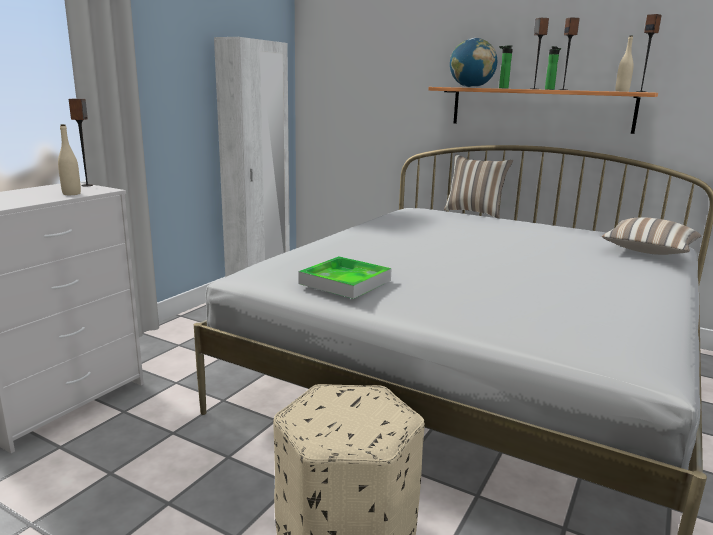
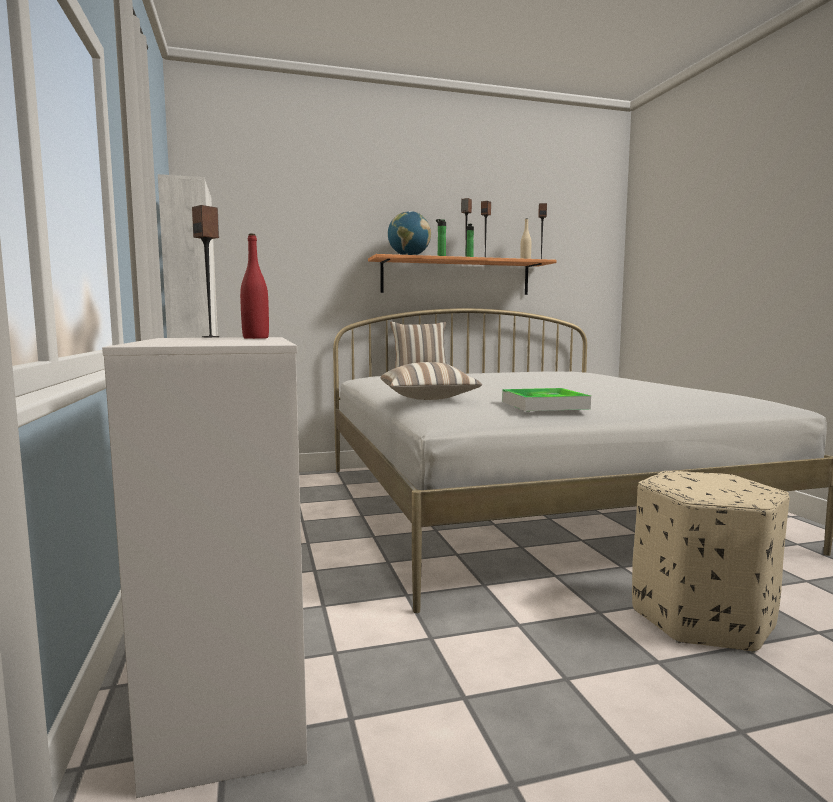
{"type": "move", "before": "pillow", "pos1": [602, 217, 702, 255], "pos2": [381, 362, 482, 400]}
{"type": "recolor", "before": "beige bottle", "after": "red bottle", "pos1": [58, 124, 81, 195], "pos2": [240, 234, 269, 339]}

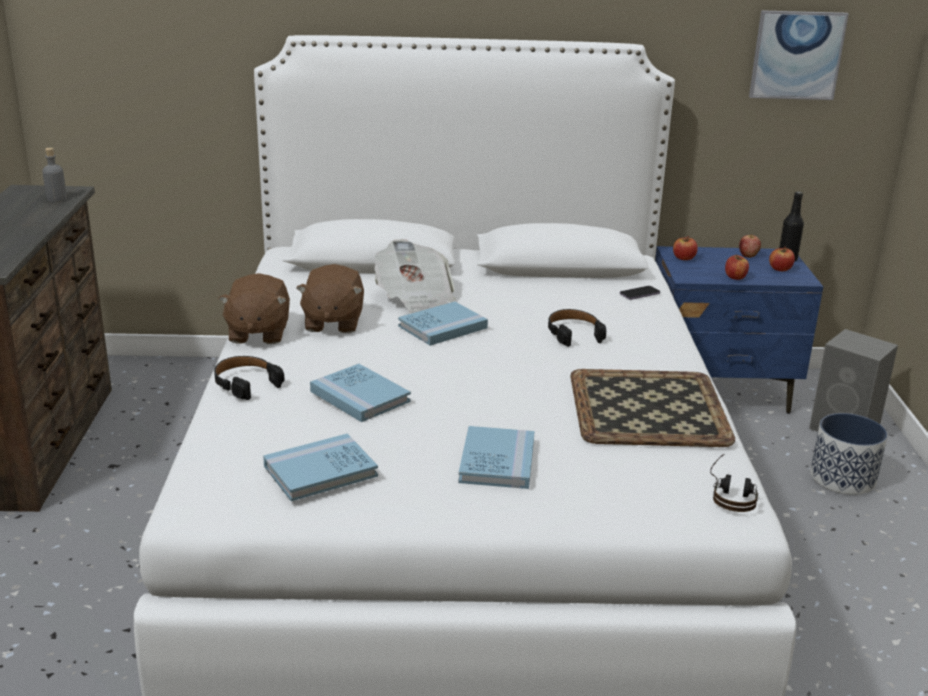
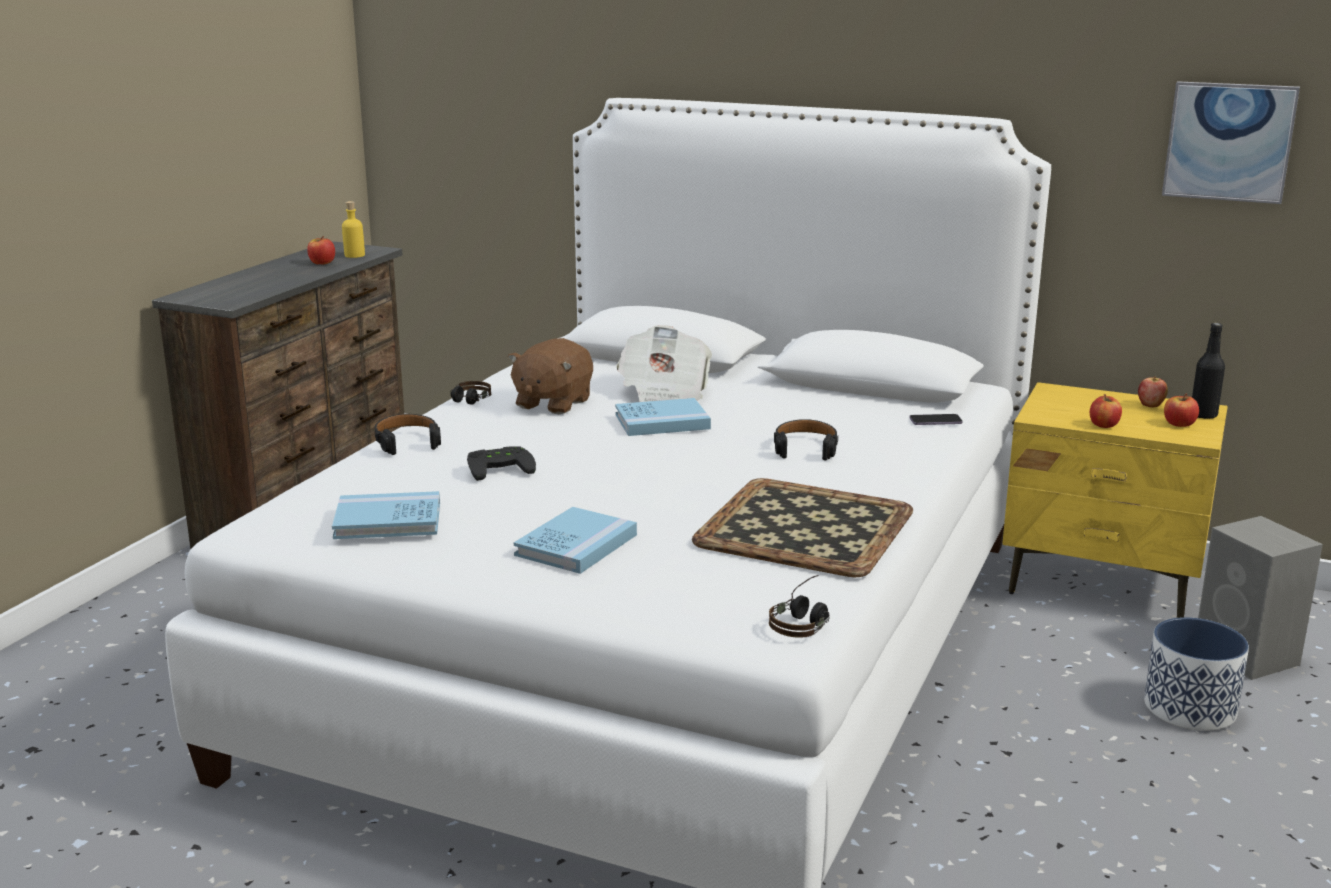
{"type": "move", "before": "apple", "pos1": [673, 236, 698, 260], "pos2": [307, 236, 335, 264]}
{"type": "replace", "before": "brown plush toy", "after": "headphones", "pos1": [218, 273, 290, 344], "pos2": [450, 381, 491, 405]}
{"type": "replace", "before": "blue book", "after": "black game controller", "pos1": [310, 364, 411, 422], "pos2": [467, 446, 536, 481]}
{"type": "recolor", "before": "grey bottle", "after": "yellow bottle", "pos1": [42, 148, 67, 202], "pos2": [342, 201, 365, 258]}
{"type": "recolor", "before": "blue nightstand", "after": "yellow nightstand", "pos1": [655, 246, 823, 414], "pos2": [1002, 382, 1228, 618]}

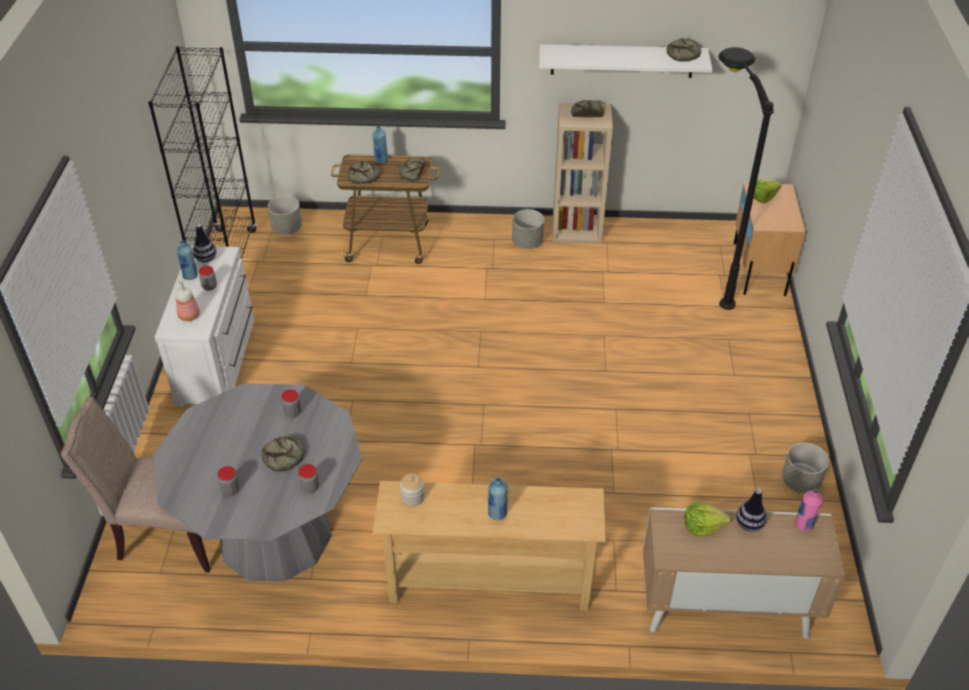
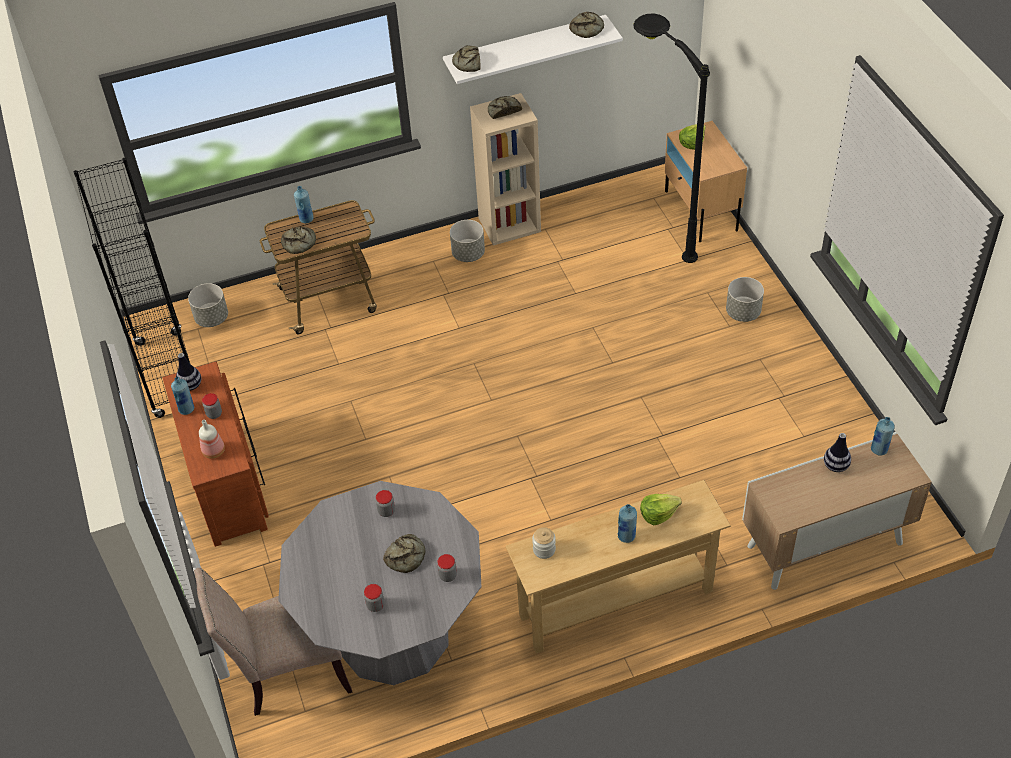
{"type": "move", "before": "bread", "pos1": [399, 157, 425, 181], "pos2": [452, 45, 481, 72]}
{"type": "move", "before": "lettuce", "pos1": [684, 503, 730, 536], "pos2": [640, 494, 682, 525]}
{"type": "move", "before": "grey planter", "pos1": [782, 443, 829, 493], "pos2": [726, 277, 764, 322]}
{"type": "recolor", "before": "white dresser", "after": "brown dresser", "pos1": [154, 246, 254, 407], "pos2": [163, 362, 269, 547]}
{"type": "recolor", "before": "pink bottle", "after": "blue bottle", "pos1": [795, 489, 823, 531], "pos2": [871, 417, 895, 456]}

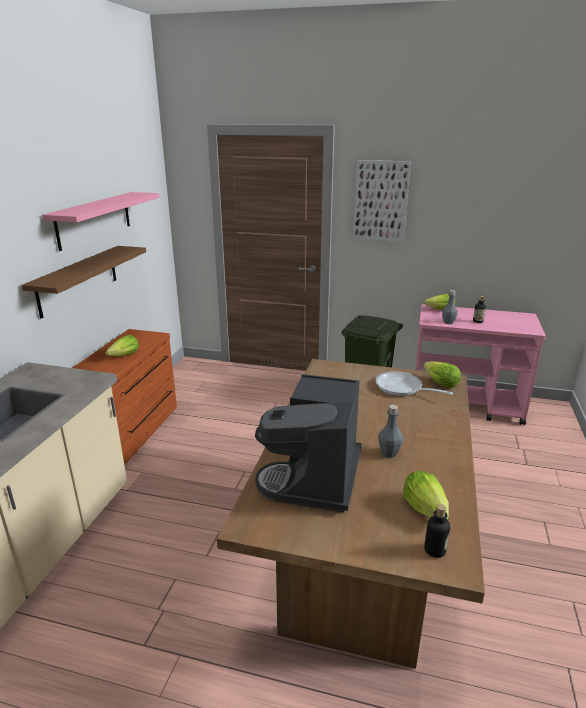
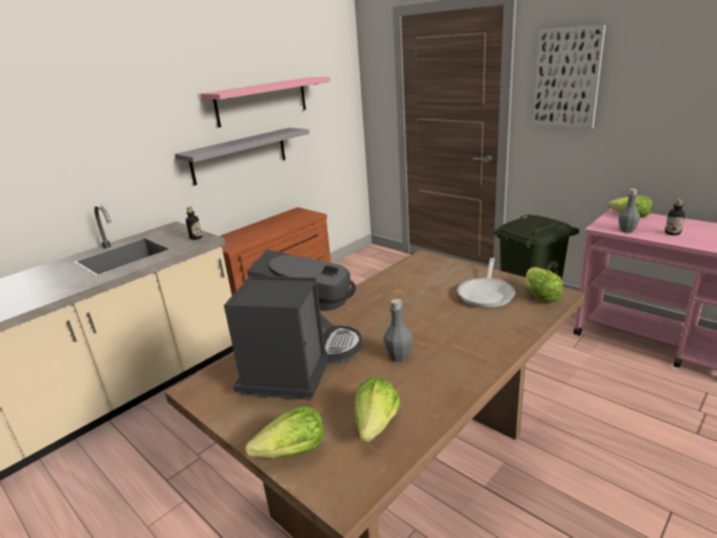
{"type": "move", "before": "lettuce", "pos1": [105, 335, 139, 356], "pos2": [245, 406, 324, 459]}
{"type": "move", "before": "bottle", "pos1": [424, 504, 450, 558], "pos2": [186, 207, 202, 240]}
{"type": "recolor", "before": "brown shelf", "after": "grey shelf", "pos1": [21, 246, 146, 319], "pos2": [175, 128, 309, 185]}
{"type": "rotate", "before": "coffee machine", "pos1": [255, 374, 362, 513], "pos2": [224, 249, 362, 400], "turn": 150}
{"type": "rotate", "before": "frying pan", "pos1": [376, 371, 453, 396], "pos2": [457, 258, 515, 308], "turn": -135}

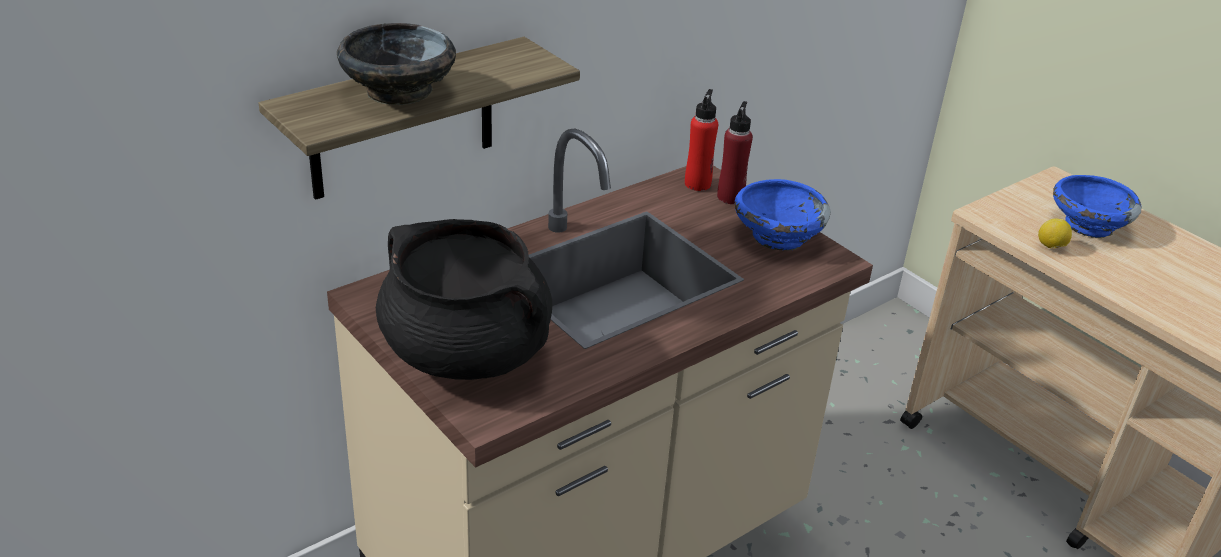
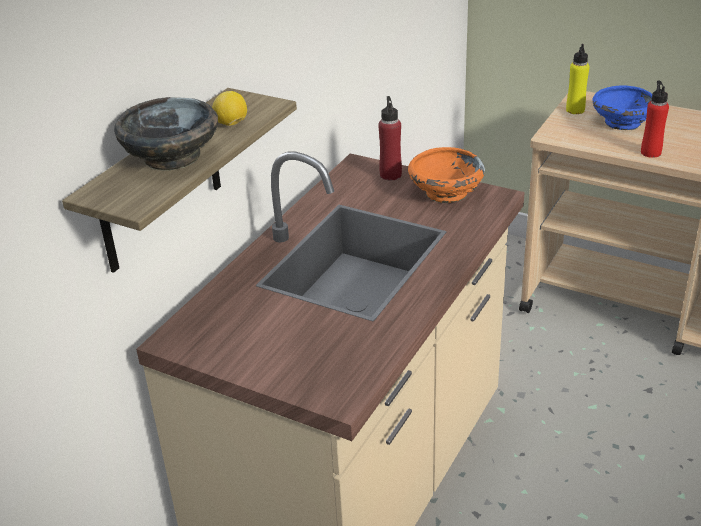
{"type": "delete", "before": "black cooking pot", "pos1": [376, 219, 552, 380]}
{"type": "insert", "after": "yellow bottle", "pos2": [566, 44, 590, 114]}
{"type": "move", "before": "red bottle", "pos1": [685, 89, 718, 191], "pos2": [641, 81, 669, 158]}
{"type": "move", "before": "lemon", "pos1": [1038, 218, 1072, 248], "pos2": [212, 91, 247, 126]}
{"type": "recolor", "before": "blue bowl", "after": "orange bowl", "pos1": [735, 179, 831, 251], "pos2": [408, 147, 485, 203]}

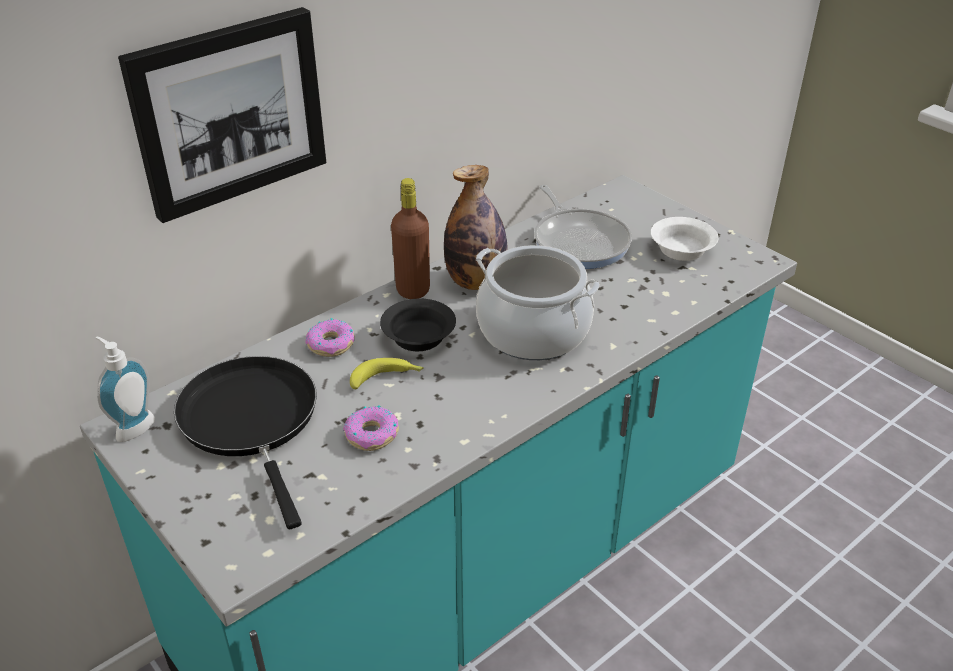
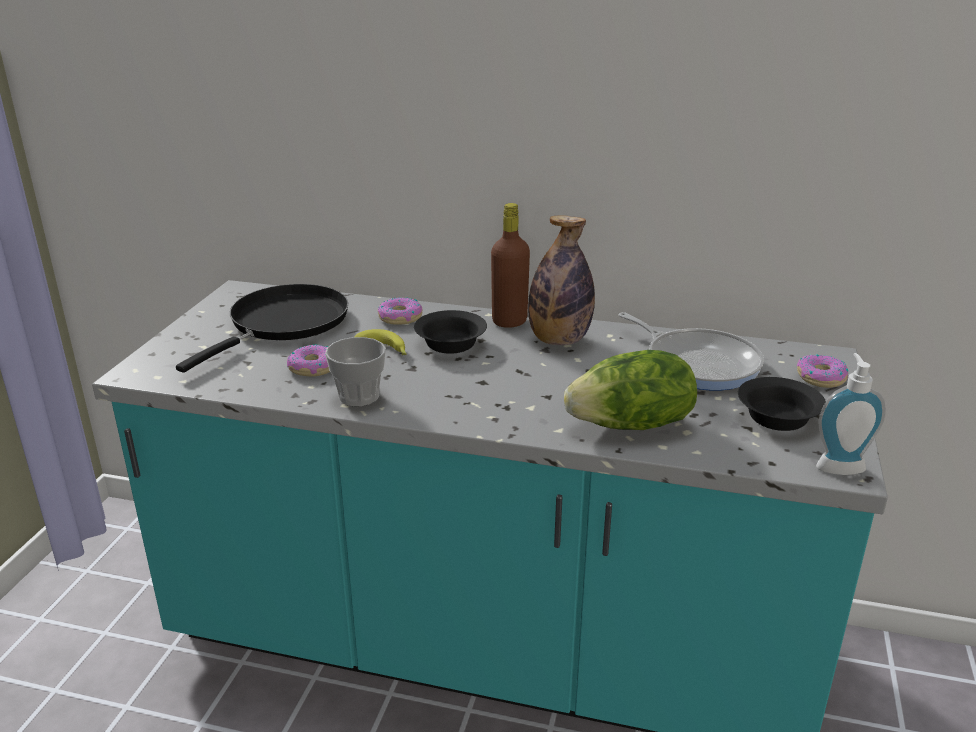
{"type": "delete", "before": "picture", "pos1": [118, 7, 326, 223]}
{"type": "delete", "before": "cooking pot", "pos1": [476, 245, 599, 360]}
{"type": "insert", "after": "cup", "pos2": [325, 337, 386, 406]}
{"type": "insert", "after": "lettuce", "pos2": [564, 350, 697, 430]}
{"type": "insert", "after": "donut", "pos2": [797, 354, 848, 388]}
{"type": "move", "before": "soap dispenser", "pos1": [95, 336, 155, 442], "pos2": [816, 353, 886, 475]}
{"type": "recolor", "before": "white bowl", "after": "black bowl", "pos1": [651, 217, 719, 261], "pos2": [738, 377, 826, 431]}
{"type": "rotate", "before": "frying pan", "pos1": [534, 185, 632, 269], "pos2": [618, 312, 764, 391], "turn": -75}

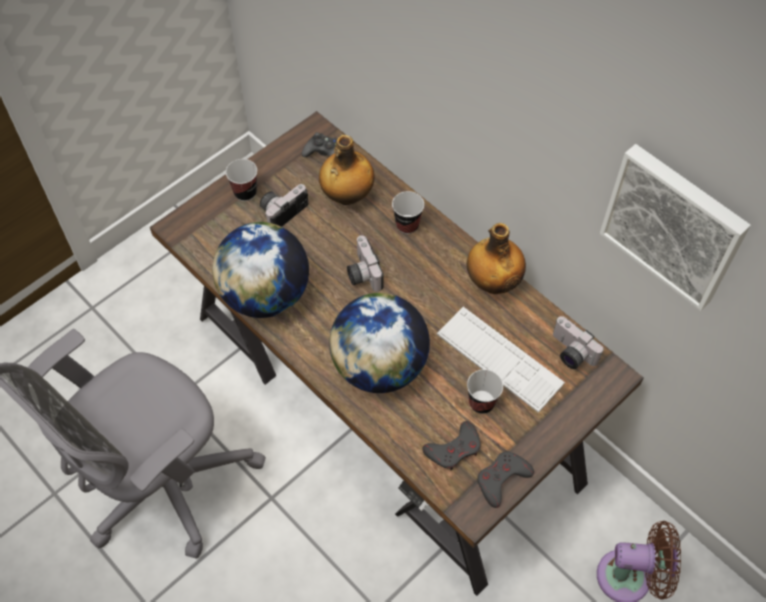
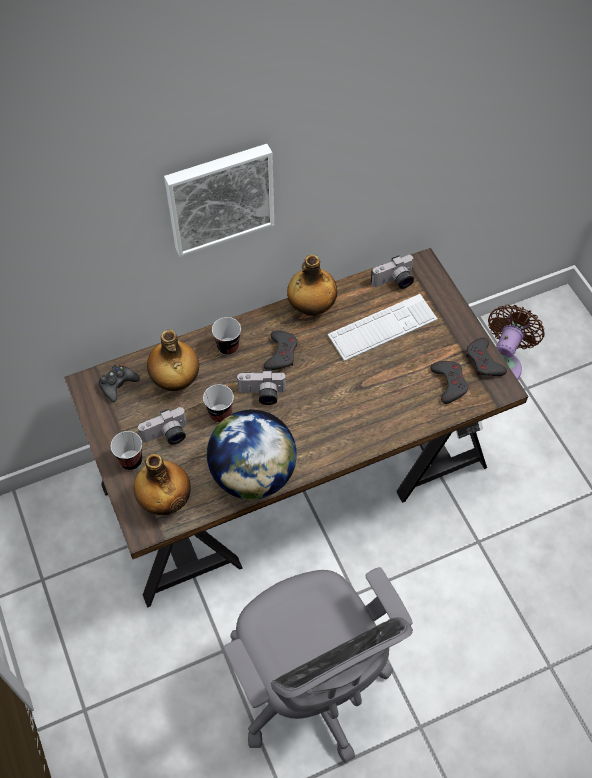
{"type": "delete", "before": "globe", "pos1": [329, 293, 430, 393]}
{"type": "insert", "after": "bottle", "pos2": [134, 454, 191, 515]}
{"type": "insert", "after": "grey game controller", "pos2": [264, 330, 298, 370]}
{"type": "move", "before": "cup", "pos1": [467, 369, 503, 414], "pos2": [203, 384, 234, 423]}
{"type": "move", "before": "picture", "pos1": [600, 144, 751, 311], "pos2": [164, 144, 274, 257]}
{"type": "rotate", "before": "photo camera", "pos1": [260, 184, 308, 227], "pos2": [138, 407, 187, 445], "turn": -90}

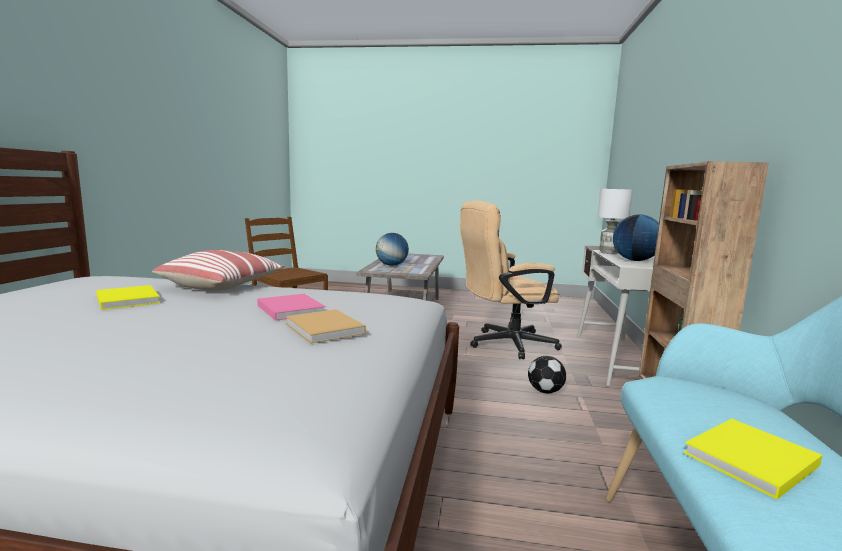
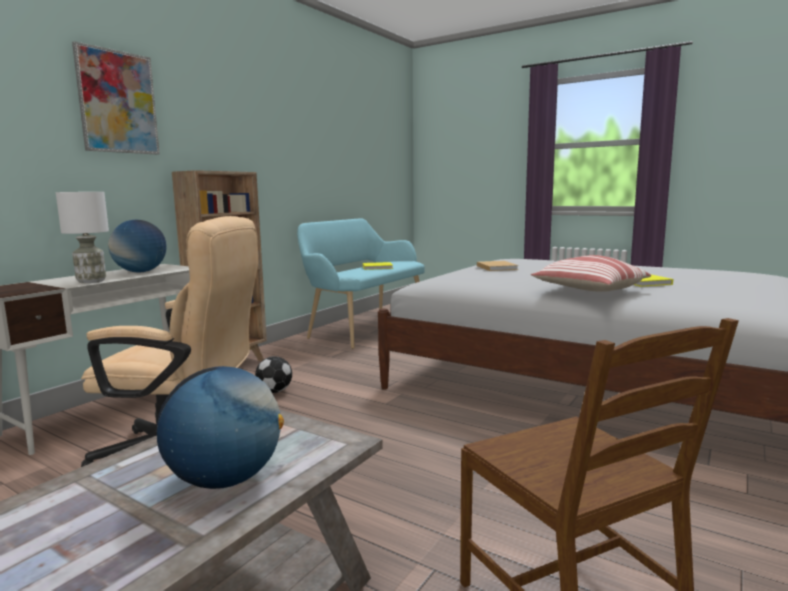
{"type": "delete", "before": "pink book", "pos1": [257, 294, 326, 321]}
{"type": "insert", "after": "picture", "pos2": [72, 41, 160, 155]}

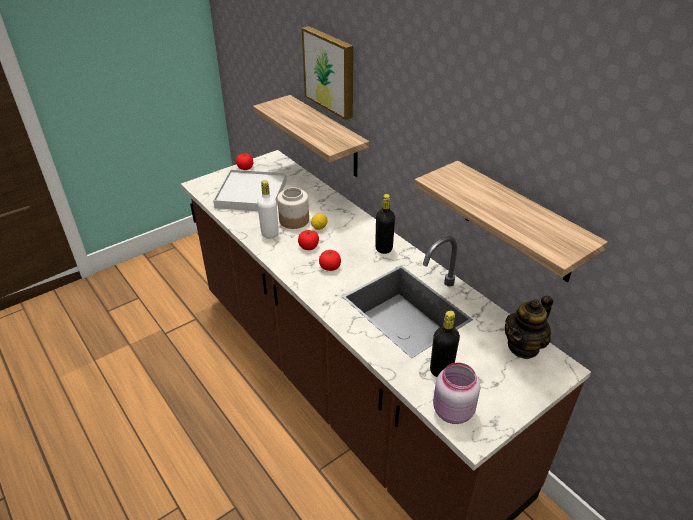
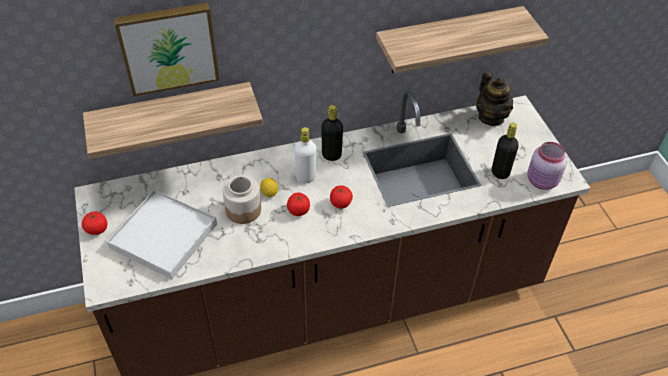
{"type": "move", "before": "white bottle", "pos1": [257, 180, 279, 238], "pos2": [294, 127, 317, 183]}

